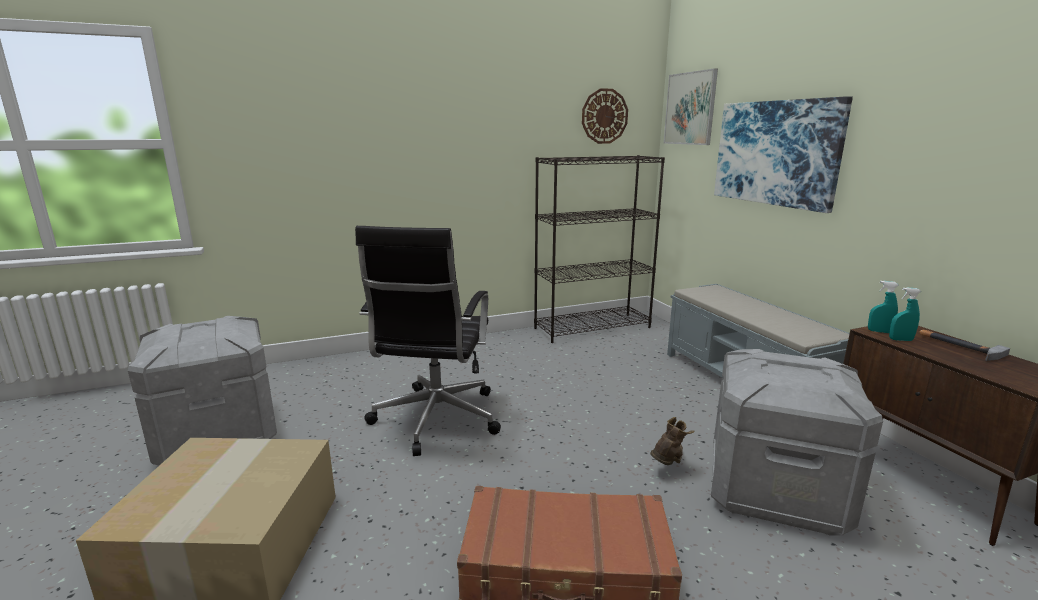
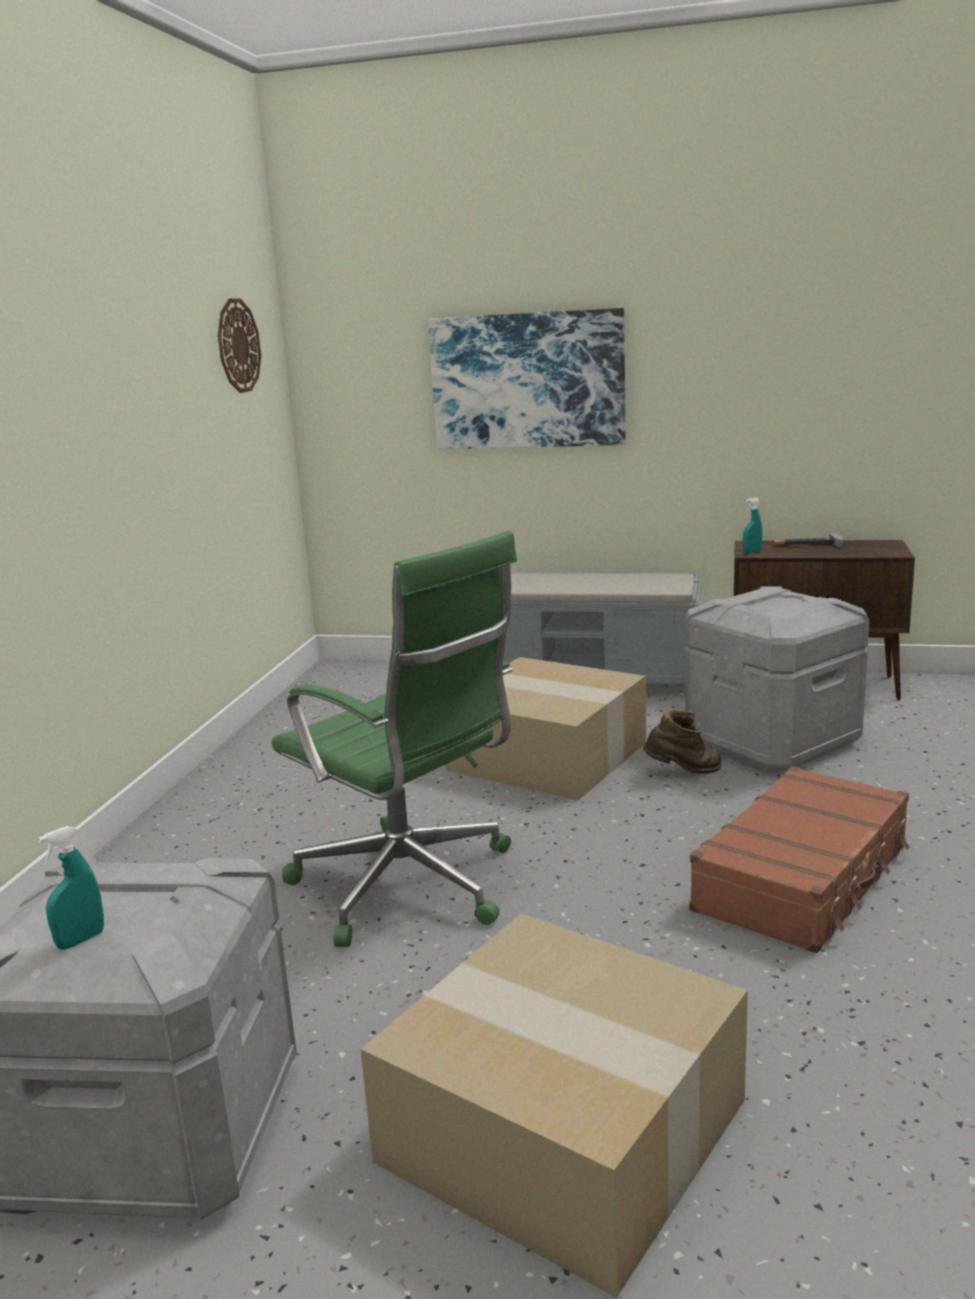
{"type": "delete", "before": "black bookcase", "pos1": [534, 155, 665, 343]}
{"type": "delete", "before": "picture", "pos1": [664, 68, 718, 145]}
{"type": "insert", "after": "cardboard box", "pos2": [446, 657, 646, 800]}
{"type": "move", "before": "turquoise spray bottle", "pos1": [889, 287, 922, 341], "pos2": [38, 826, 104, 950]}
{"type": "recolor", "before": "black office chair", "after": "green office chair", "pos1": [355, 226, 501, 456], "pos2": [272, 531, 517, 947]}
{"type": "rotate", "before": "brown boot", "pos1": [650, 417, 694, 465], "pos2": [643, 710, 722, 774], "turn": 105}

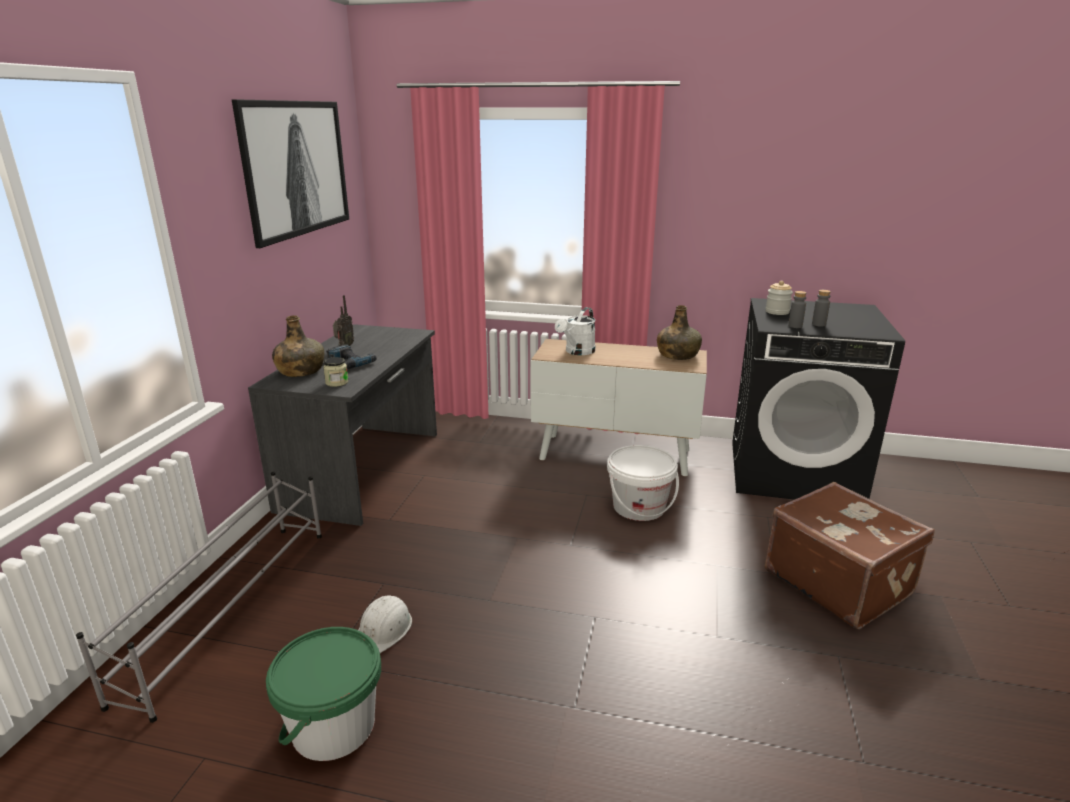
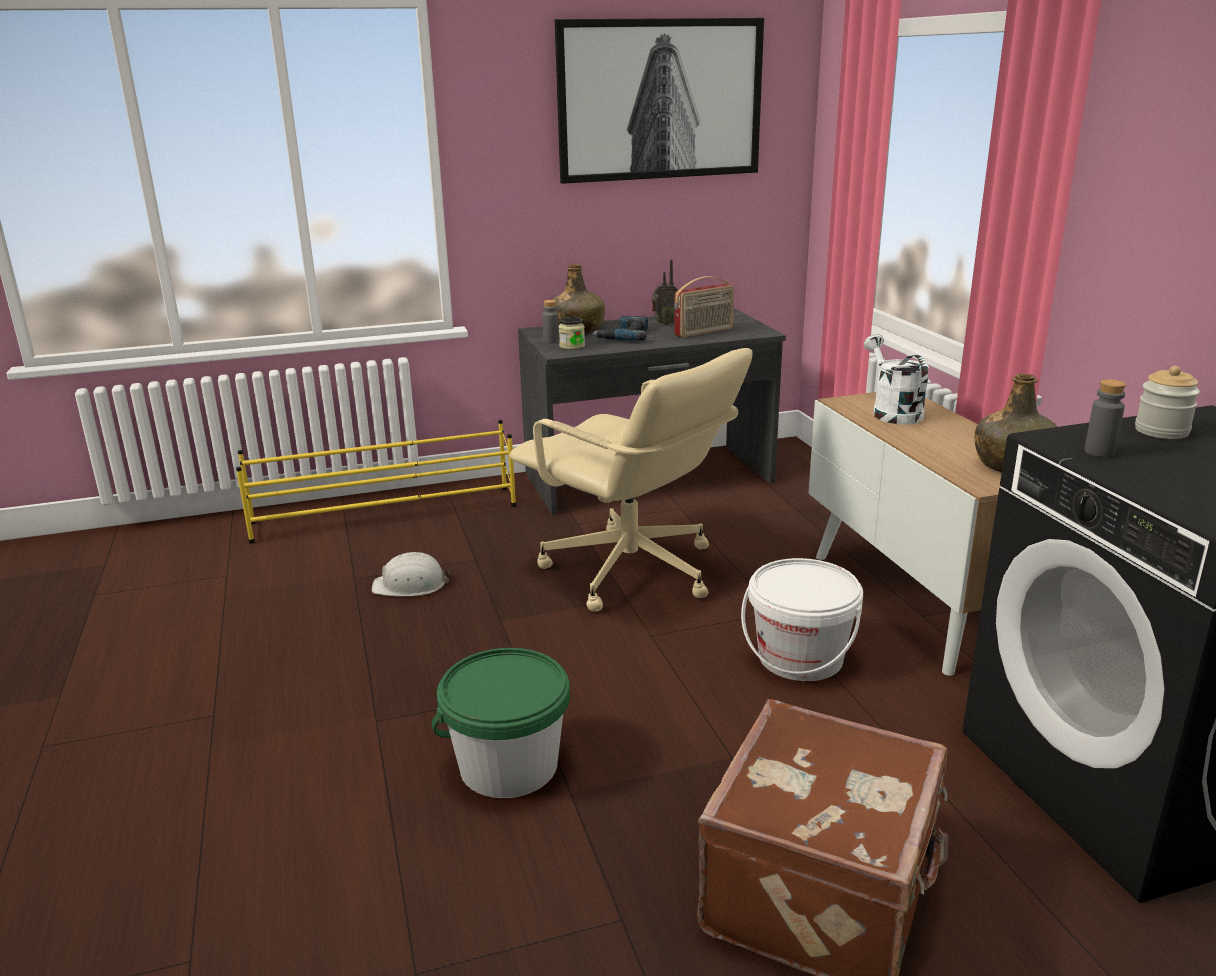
{"type": "insert", "after": "beige office chair", "pos2": [509, 348, 753, 611]}
{"type": "insert", "after": "radio", "pos2": [674, 276, 734, 338]}
{"type": "move", "before": "green bucket", "pos1": [266, 627, 381, 761], "pos2": [432, 648, 570, 798]}
{"type": "move", "before": "grey bottle", "pos1": [812, 290, 831, 327], "pos2": [542, 300, 559, 343]}
{"type": "recolor", "before": "grey shoe rack", "after": "yellow shoe rack", "pos1": [76, 472, 322, 723], "pos2": [236, 420, 516, 544]}
{"type": "rotate", "before": "white watering can", "pos1": [555, 307, 596, 355], "pos2": [864, 334, 929, 425], "turn": 75}

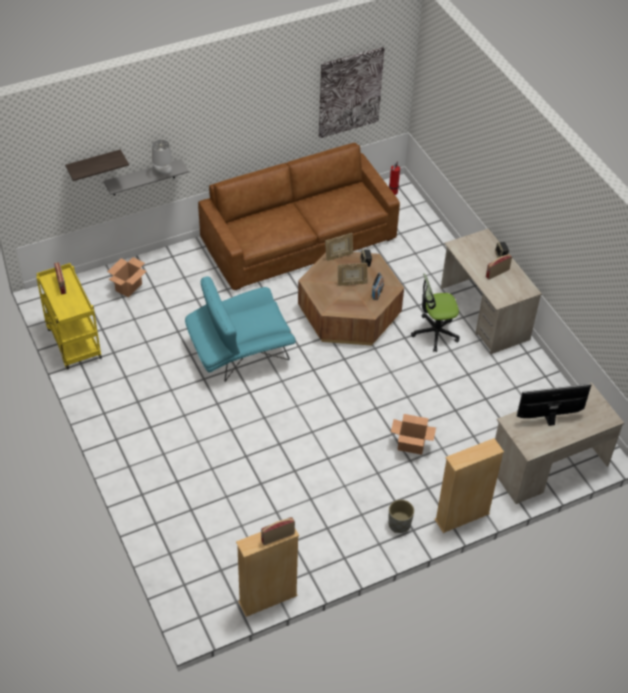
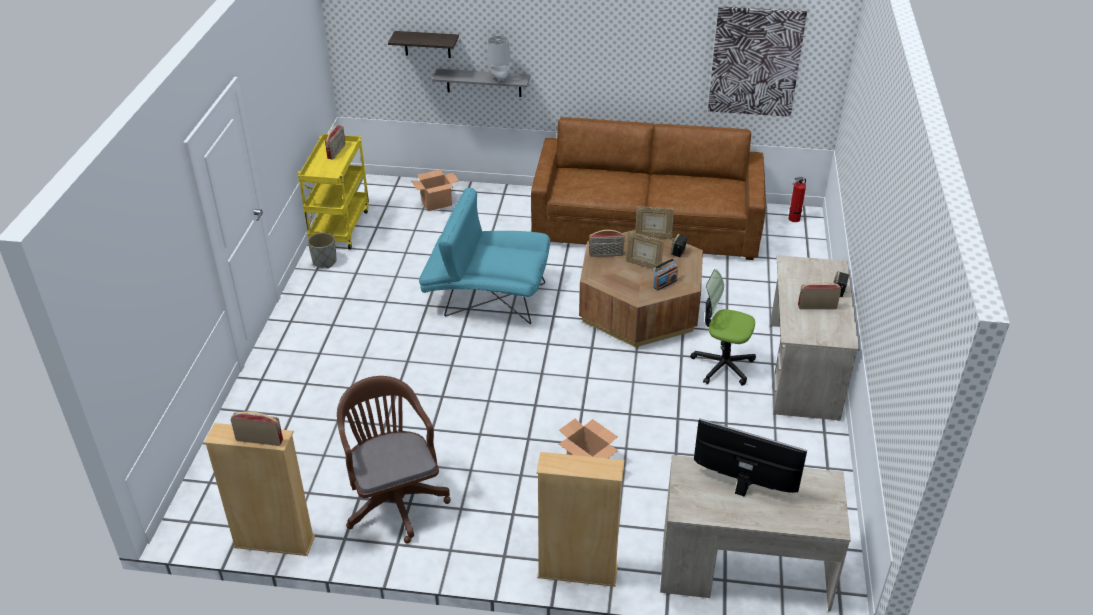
{"type": "insert", "after": "brown office chair", "pos2": [337, 376, 451, 543]}
{"type": "insert", "after": "radio", "pos2": [589, 230, 625, 257]}
{"type": "move", "before": "grey planter", "pos1": [389, 500, 414, 533], "pos2": [308, 232, 337, 268]}

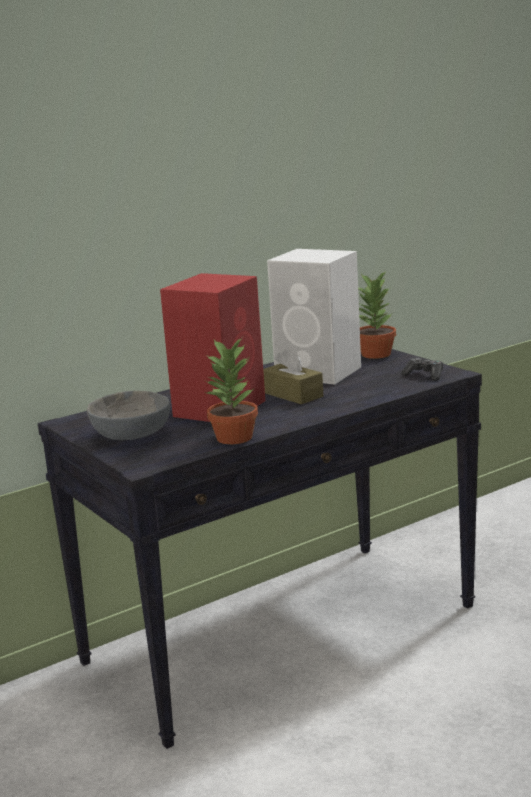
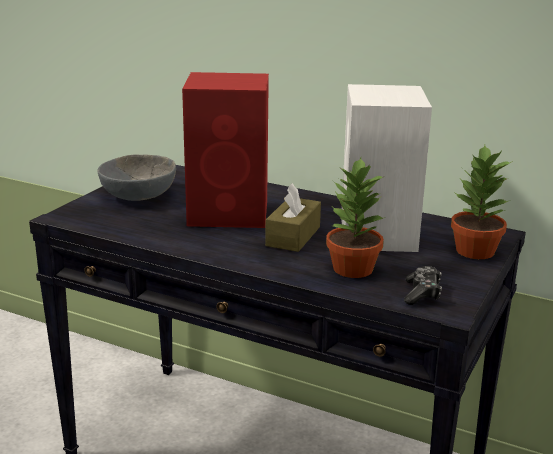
{"type": "move", "before": "potted plant", "pos1": [203, 339, 258, 444], "pos2": [326, 158, 386, 278]}

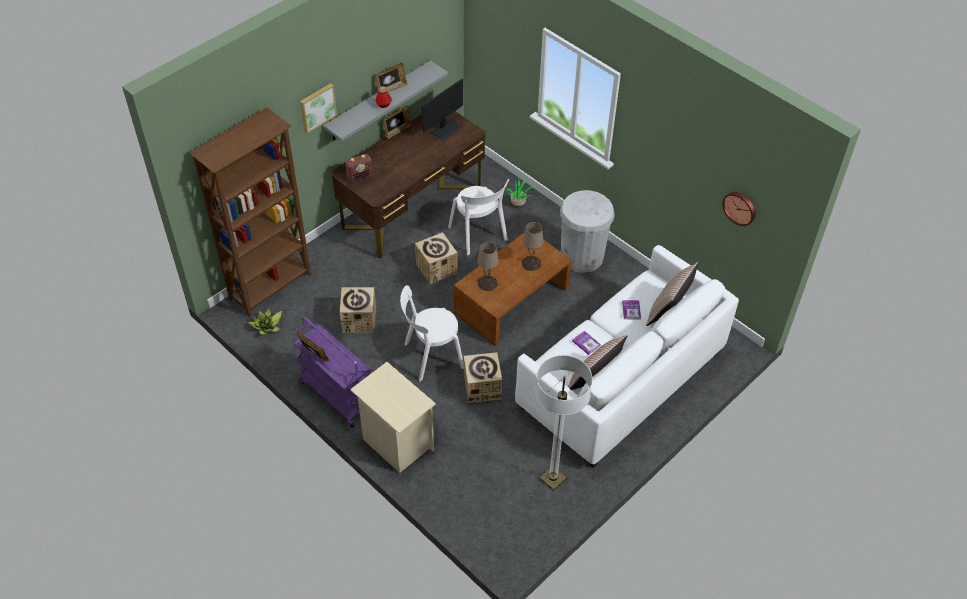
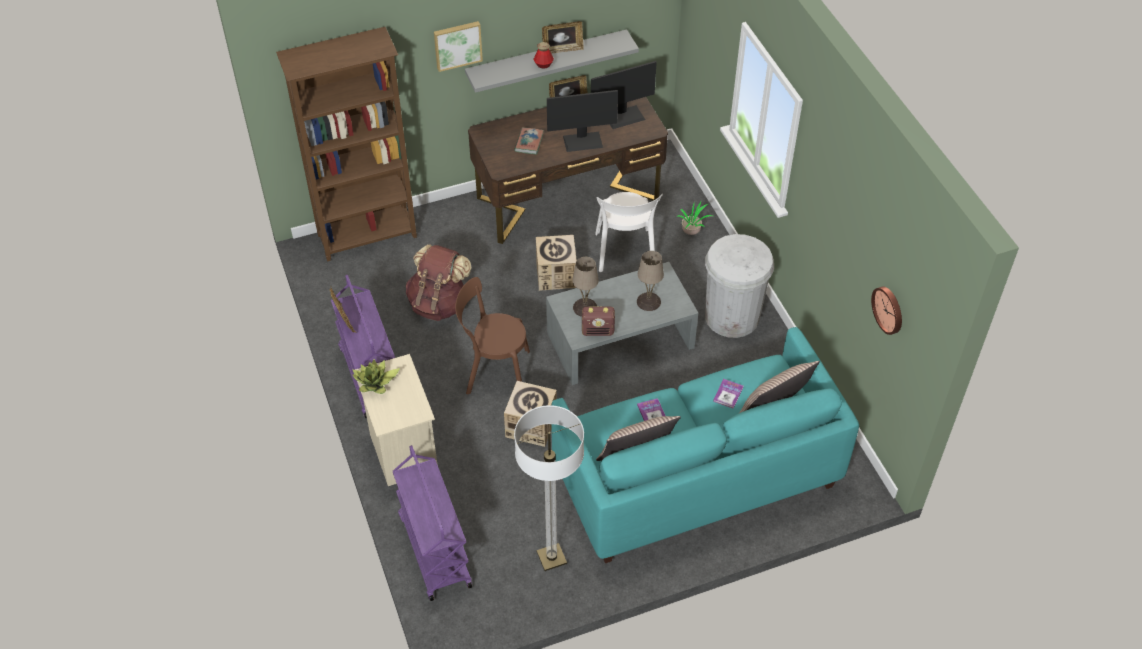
{"type": "insert", "after": "purple cart", "pos2": [393, 445, 472, 601]}
{"type": "insert", "after": "book", "pos2": [514, 127, 544, 155]}
{"type": "insert", "after": "monitor", "pos2": [547, 90, 618, 152]}
{"type": "move", "before": "potted plant", "pos1": [248, 309, 282, 335], "pos2": [352, 359, 400, 394]}
{"type": "move", "before": "radio", "pos1": [345, 154, 373, 182], "pos2": [582, 306, 615, 336]}
{"type": "replace", "before": "cardboard box", "after": "brown backpack", "pos1": [340, 287, 376, 333], "pos2": [406, 244, 471, 321]}
{"type": "recolor", "before": "white chair", "after": "brown chair", "pos1": [400, 285, 464, 381], "pos2": [455, 277, 530, 395]}
{"type": "recolor", "before": "brown coffee table", "after": "grey coffee table", "pos1": [454, 233, 571, 347], "pos2": [546, 262, 698, 385]}
{"type": "recolor", "before": "white sofa", "after": "turquoise sofa", "pos1": [515, 245, 739, 468], "pos2": [551, 327, 859, 563]}

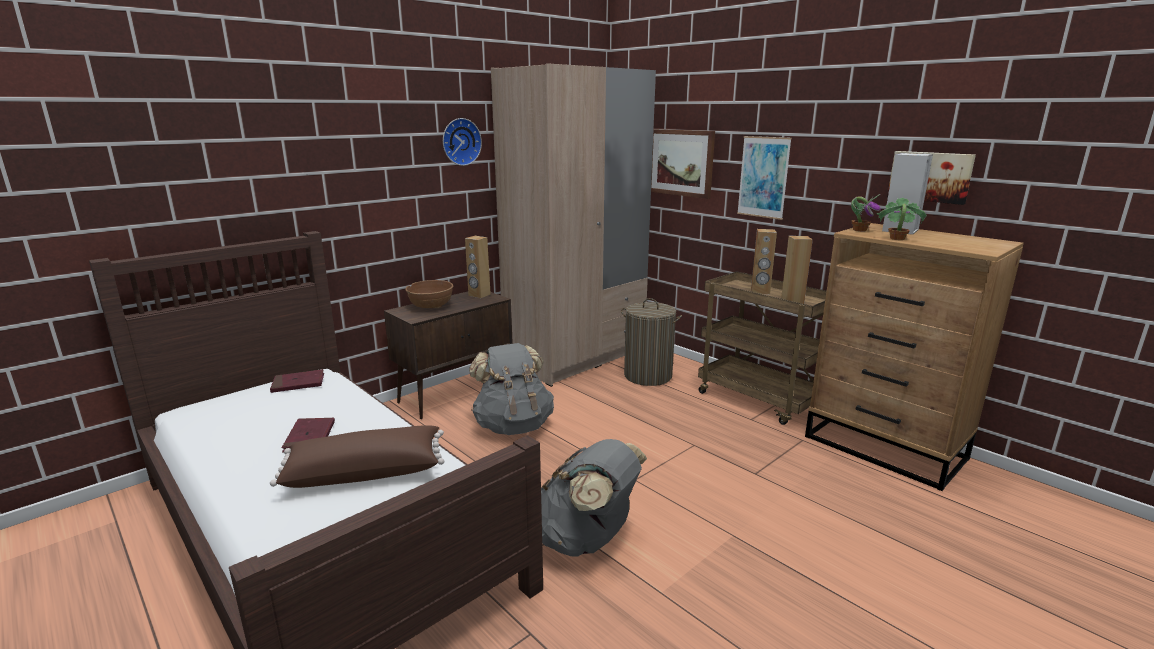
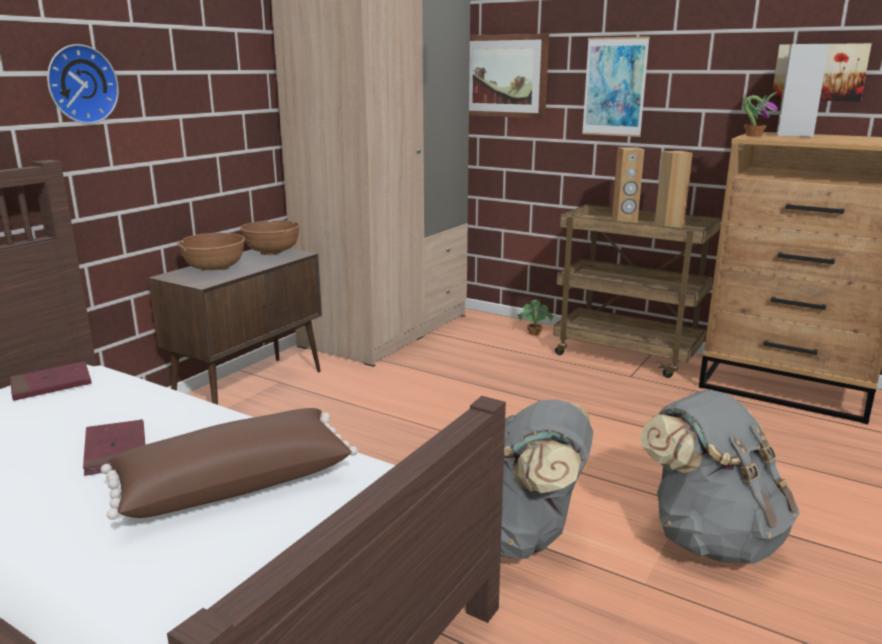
{"type": "delete", "before": "laundry basket", "pos1": [621, 298, 682, 386]}
{"type": "move", "before": "wall clock", "pos1": [443, 118, 482, 166], "pos2": [47, 44, 119, 124]}
{"type": "move", "before": "grey backpack", "pos1": [469, 343, 554, 435], "pos2": [640, 389, 799, 564]}
{"type": "move", "before": "potted plant", "pos1": [876, 197, 927, 240], "pos2": [517, 299, 554, 336]}
{"type": "replace", "before": "brown speaker", "after": "brown bowl", "pos1": [465, 236, 491, 298], "pos2": [240, 220, 300, 255]}

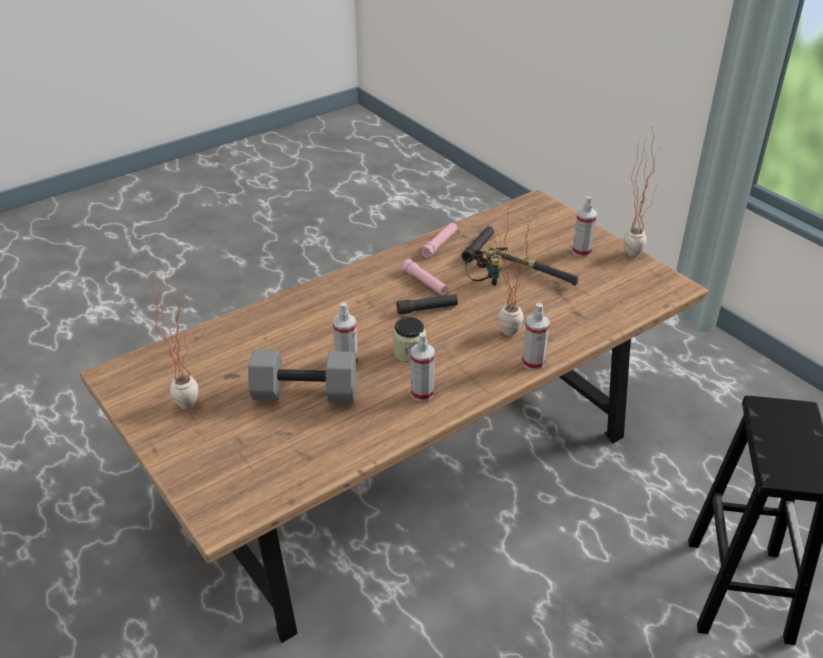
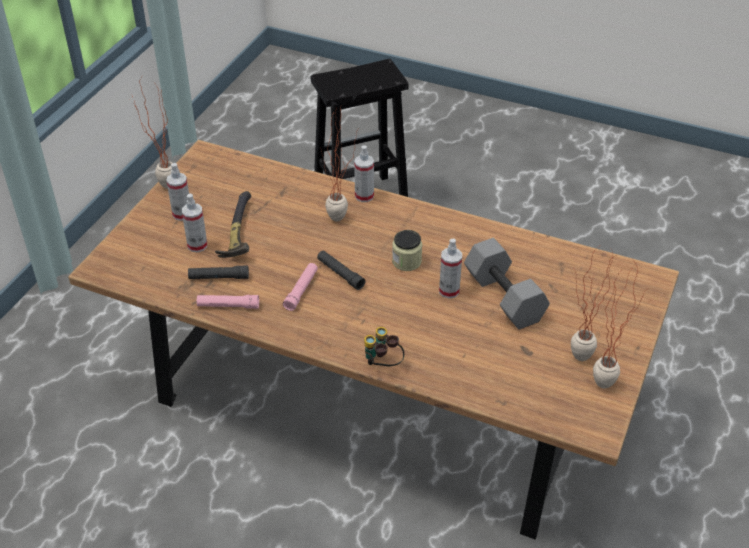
{"type": "insert", "after": "potted plant", "pos2": [593, 260, 646, 388]}
{"type": "move", "before": "spray bottle", "pos1": [411, 332, 435, 402], "pos2": [182, 194, 207, 252]}
{"type": "move", "before": "binoculars", "pos1": [465, 247, 502, 286], "pos2": [364, 327, 404, 366]}

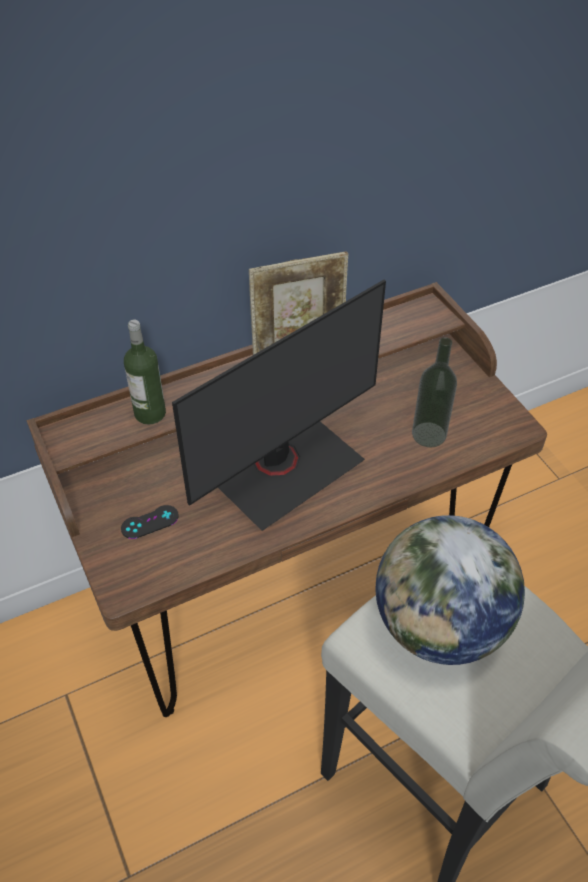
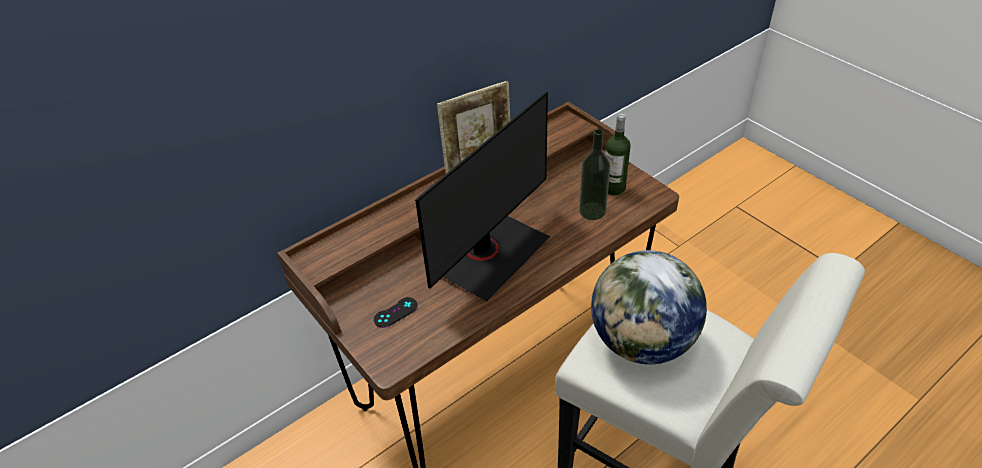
{"type": "move", "before": "bottle", "pos1": [124, 319, 166, 425], "pos2": [605, 114, 631, 195]}

